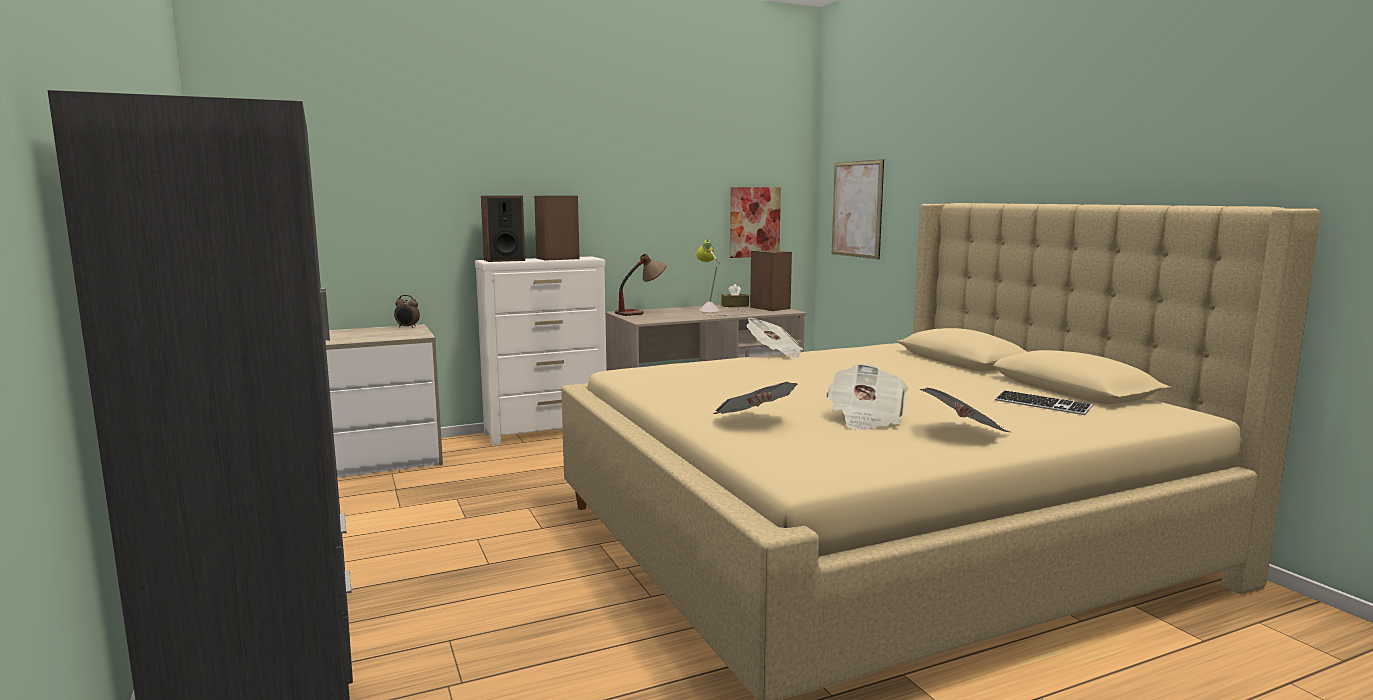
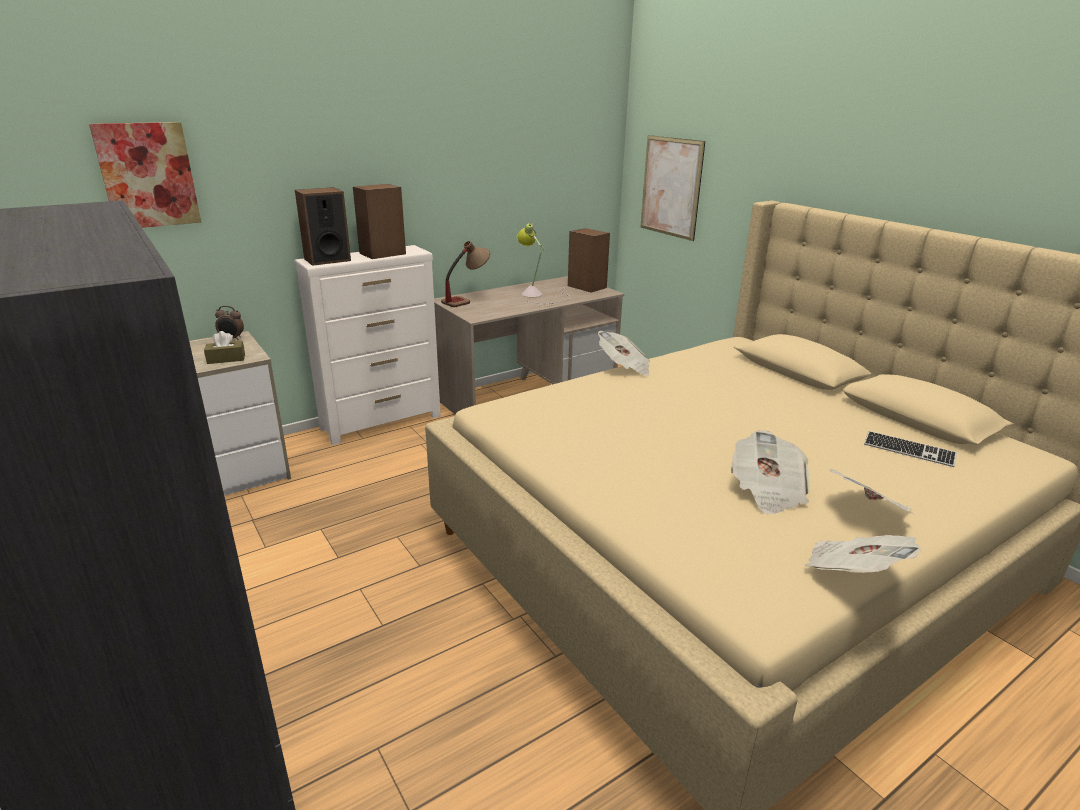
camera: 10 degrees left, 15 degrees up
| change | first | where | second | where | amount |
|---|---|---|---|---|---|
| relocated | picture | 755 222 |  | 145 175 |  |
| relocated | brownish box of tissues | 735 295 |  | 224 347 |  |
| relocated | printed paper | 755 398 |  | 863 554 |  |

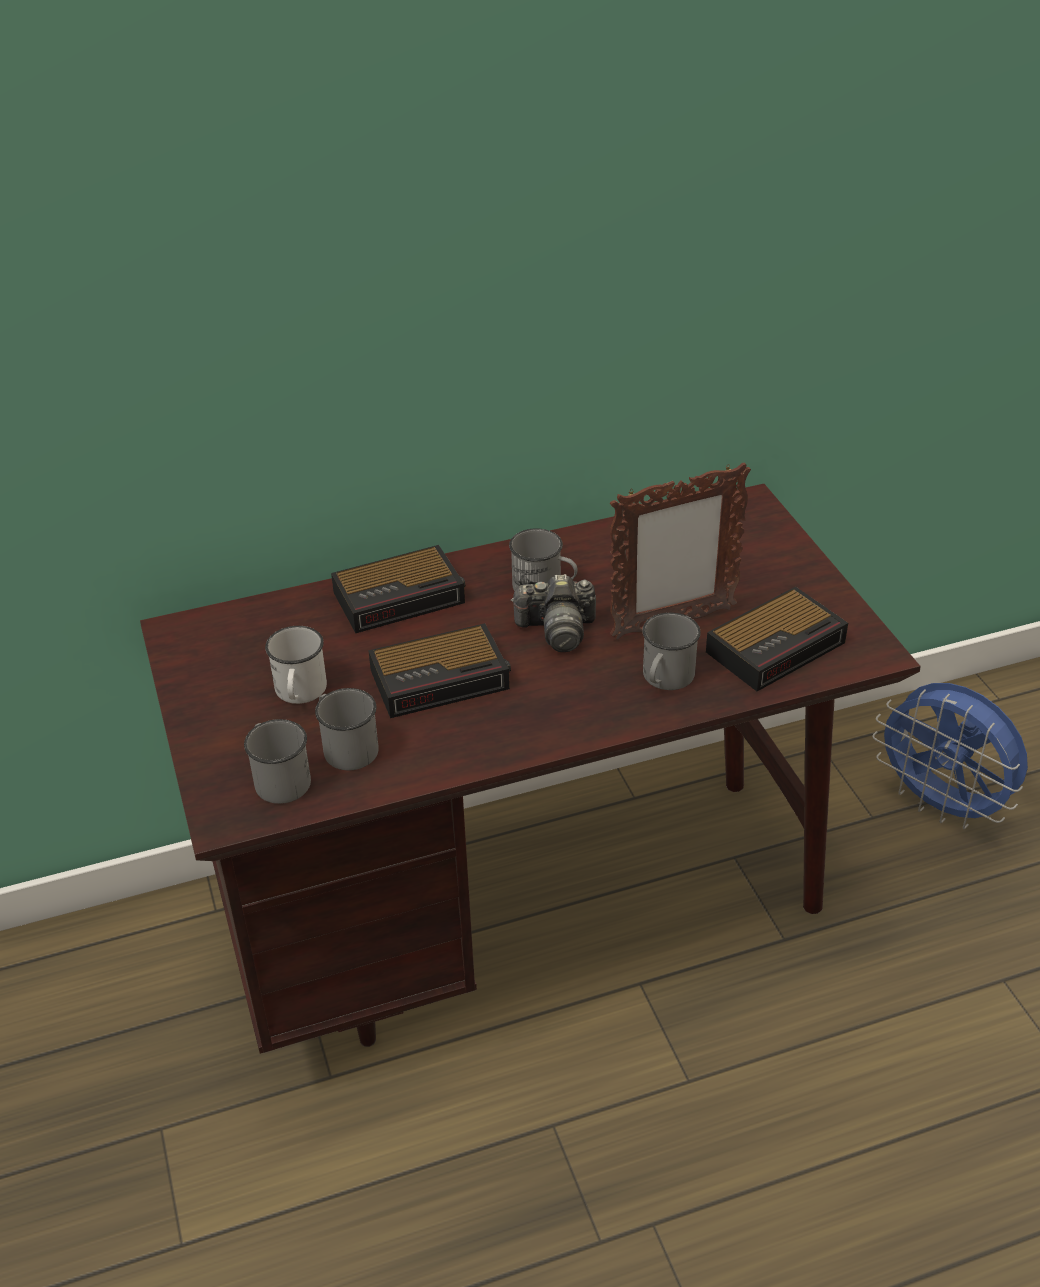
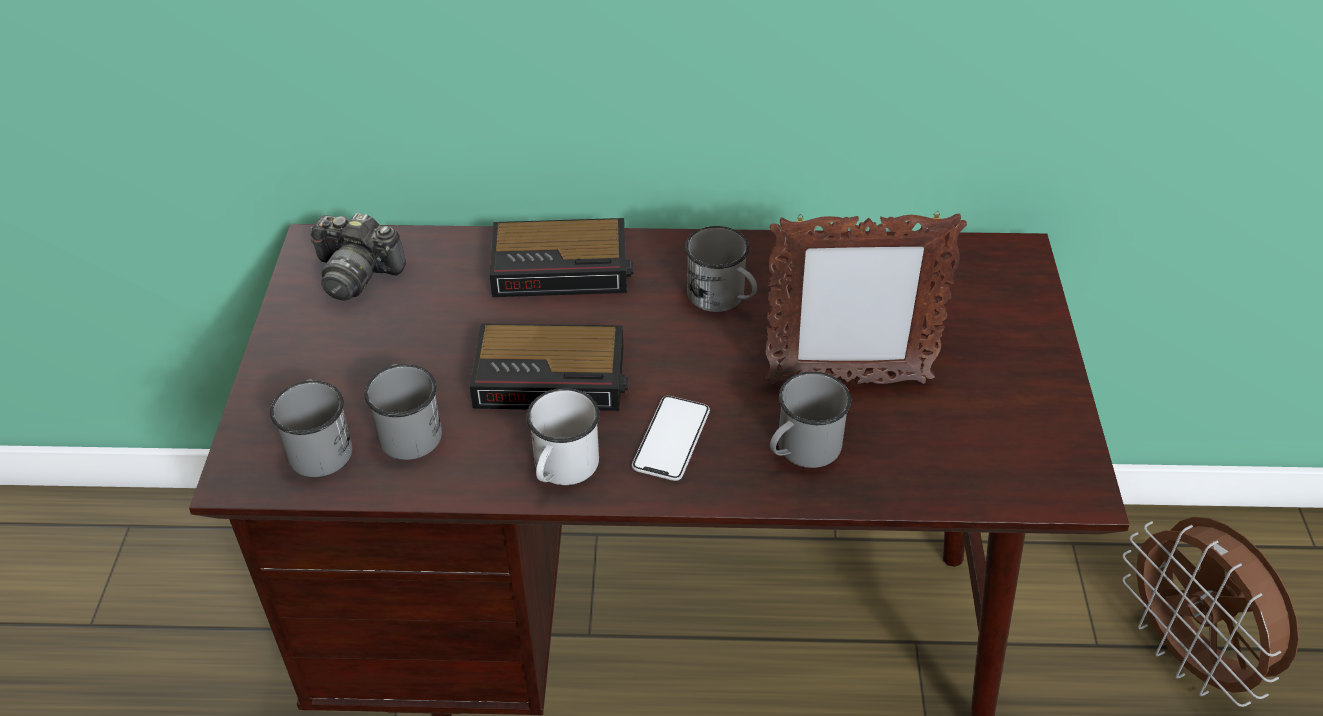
camera: 20 degrees right, 5 degrees up
| change | first | where | second | where | amount |
|---|---|---|---|---|---|
| relocated | photo camera | 553 613 |  | 358 256 |  |
| relocated | white-coloured mug | 296 665 |  | 563 436 |  |
| appeared |  |  | phone | 671 438 |  |
| colour | bluish electric fan | 950 756 | brownish electric fan | 1210 612 |  |
| missing | bedside clock | 777 639 |  |  |  |

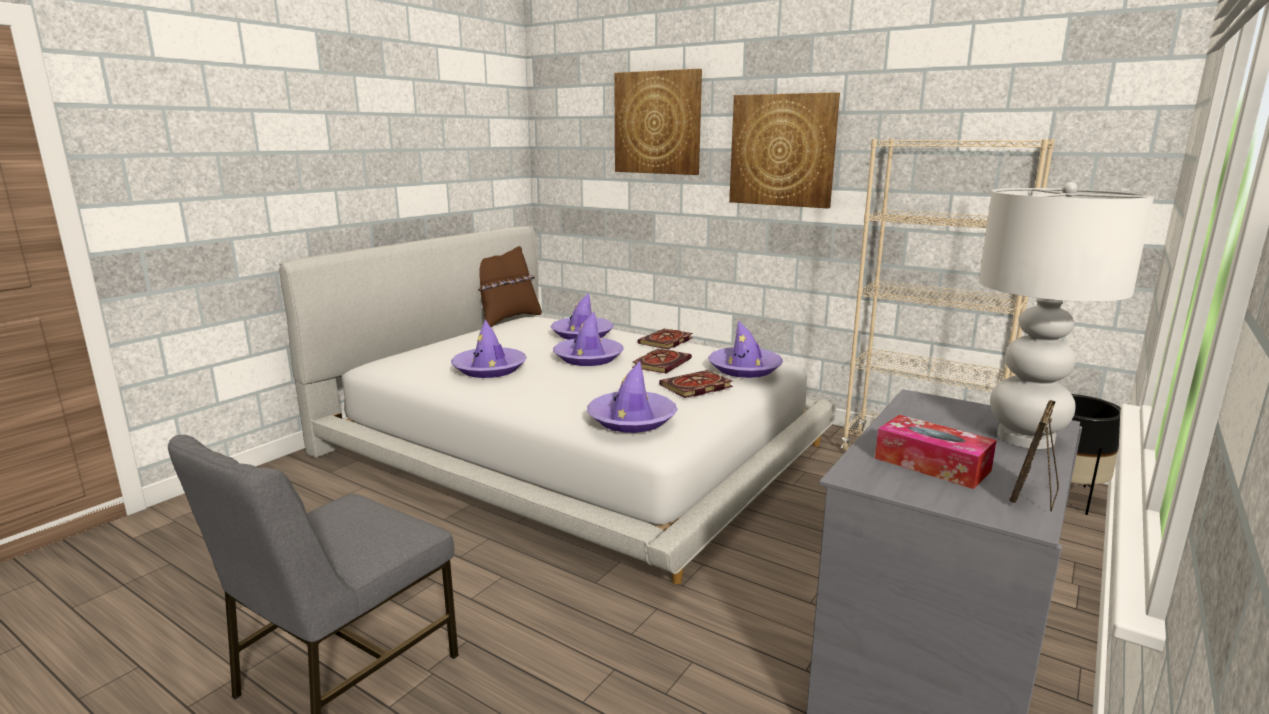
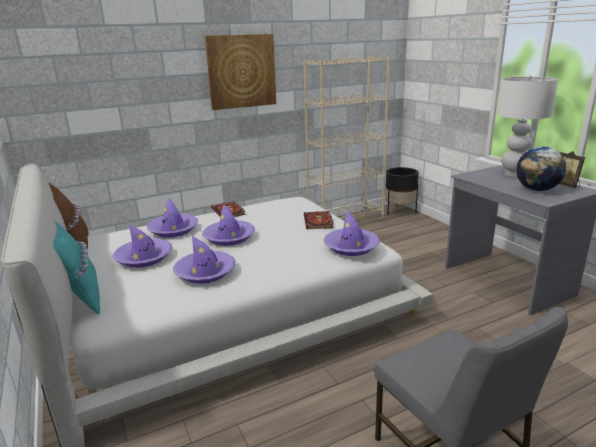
camera: 60 degrees left, 5 degrees up
| change | first | where | second | where | amount |
|---|---|---|---|---|---|
| appeared |  |  | blue-green pillow | 76 268 |  |
| relocated | purple-coloured clothing hat | 745 349 |  | 142 246 |  |
| exchanged | box of tissues | 936 452 | globe | 541 169 |  |
| missing | picture | 658 122 |  |  |  |
| missing | bound book | 662 361 |  |  |  |

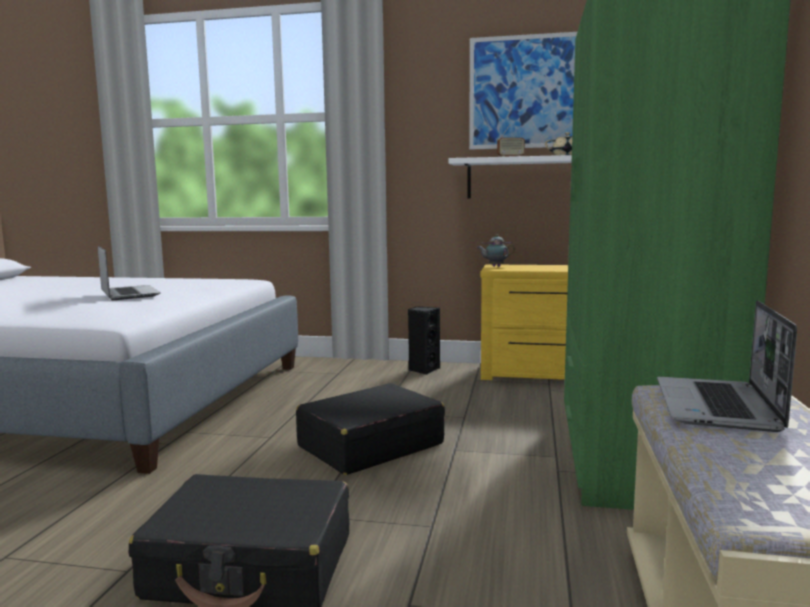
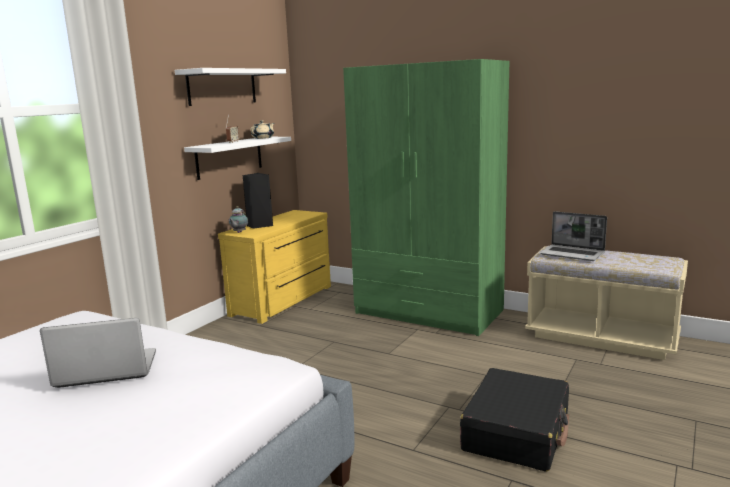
camera: 70 degrees left, 5 degrees up
| change | first | where | second | where | amount |
|---|---|---|---|---|---|
| exchanged | picture | 523 90 | white-coloured bracket shelf | 230 87 |  |
| relocated | black speaker | 424 340 |  | 258 201 |  |
| missing | black piece of luggage | 370 429 |  |  |  |

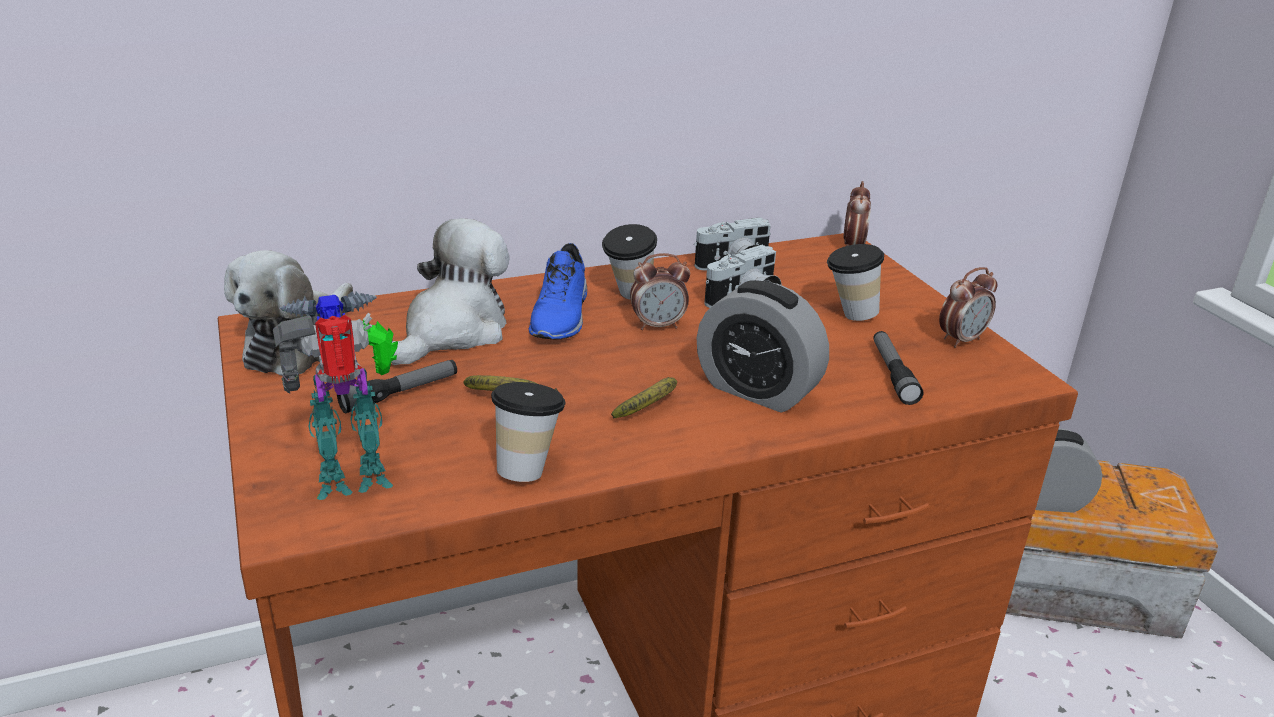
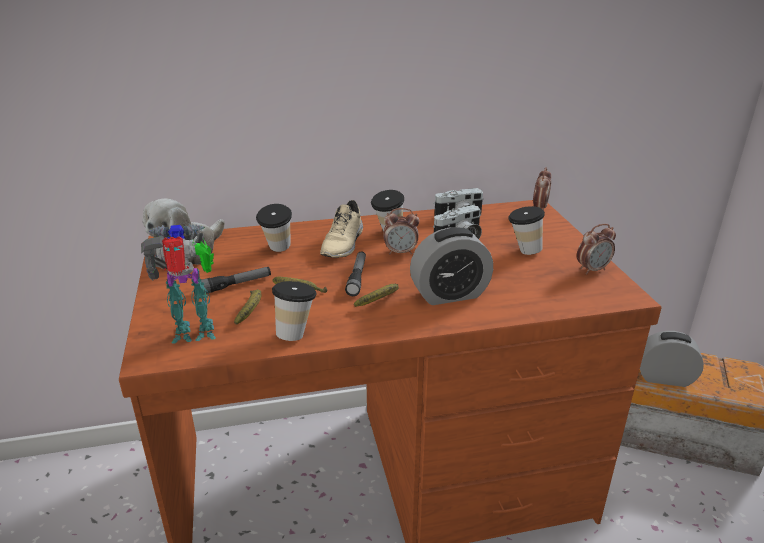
camera: 10 degrees right, 0 degrees up
| change | first | where | second | where | amount |
|---|---|---|---|---|---|
| appeared |  |  | banana fruit | 247 307 |  |
| exchanged | plush toy | 450 291 | drinking cup | 274 228 |  |
| colour | bluish item of footwear | 558 291 | beige-coloured item of footwear | 341 229 |  |
| relocated | hand torch | 898 368 |  | 355 274 |  |
| spun | bedside clock | 763 346 |  | 451 266 | 60 degrees counterclockwise |

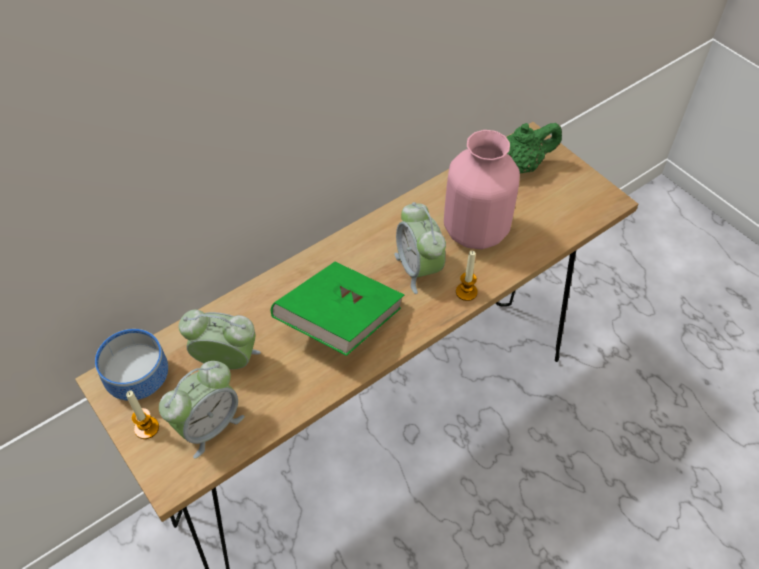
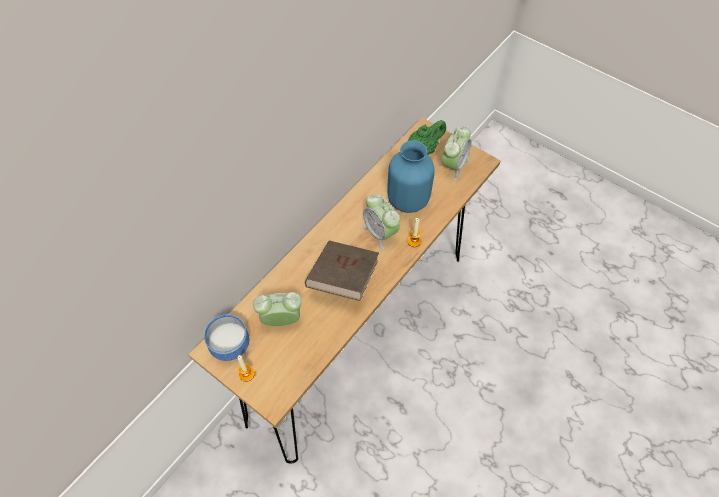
camera: 15 degrees left, 5 degrees up
| change | first | where | second | where | amount |
|---|---|---|---|---|---|
| colour | green-coloured bound book | 337 309 | brownish bound book | 342 271 |  |
| colour | pink-coloured decorative vase | 482 189 | bluish decorative vase | 411 176 |  |
| relocated | bedside clock | 202 409 |  | 456 153 |  |

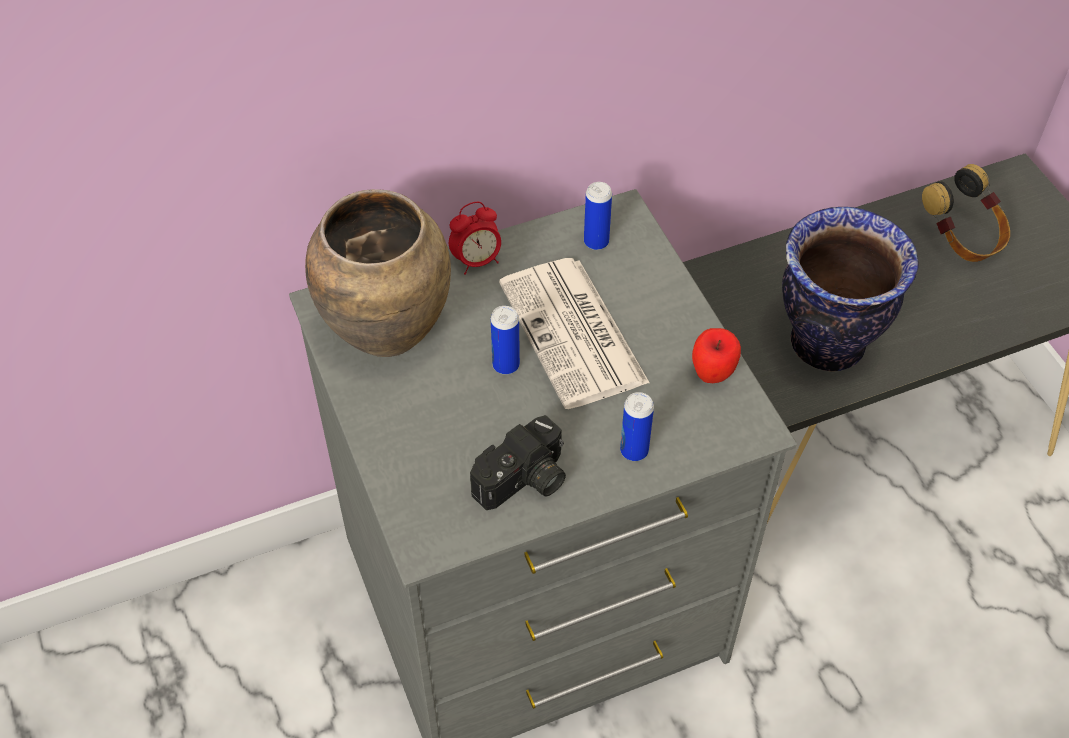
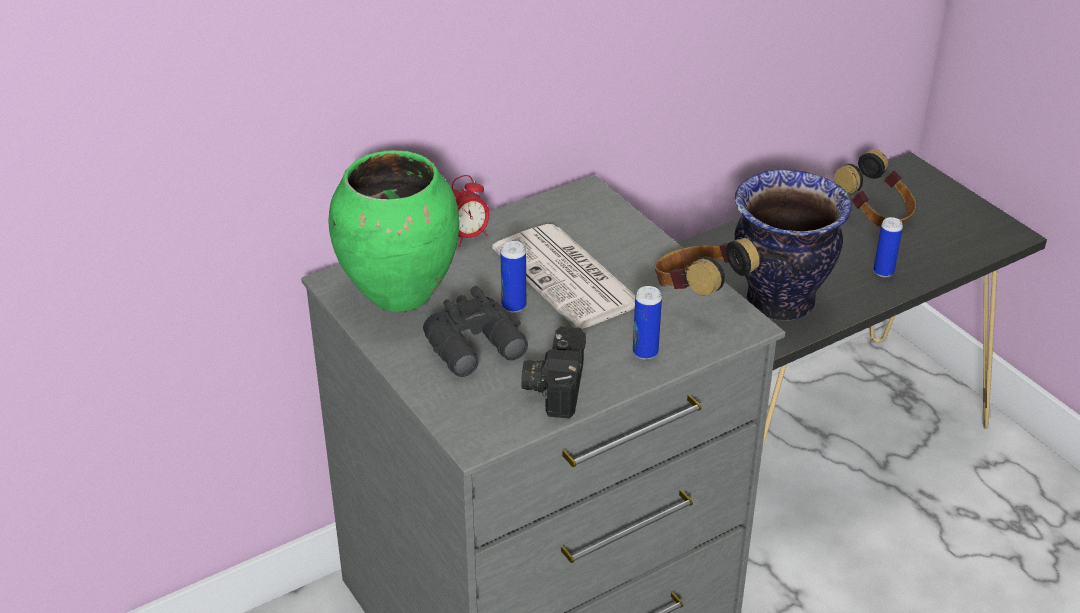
camera: 10 degrees left, 15 degrees down
| change | first | where | second | where | amount |
|---|---|---|---|---|---|
| colour | brownish decorative vase | 378 273 | green-coloured decorative vase | 394 231 |  |
| appeared |  |  | black field glasses | 475 331 |  |
| spun | photo camera | 518 462 |  | 553 372 | 150 degrees clockwise |
| exchanged | apple | 716 355 | headset | 707 266 |  |
| relocated | metal can | 598 216 |  | 888 247 |  |

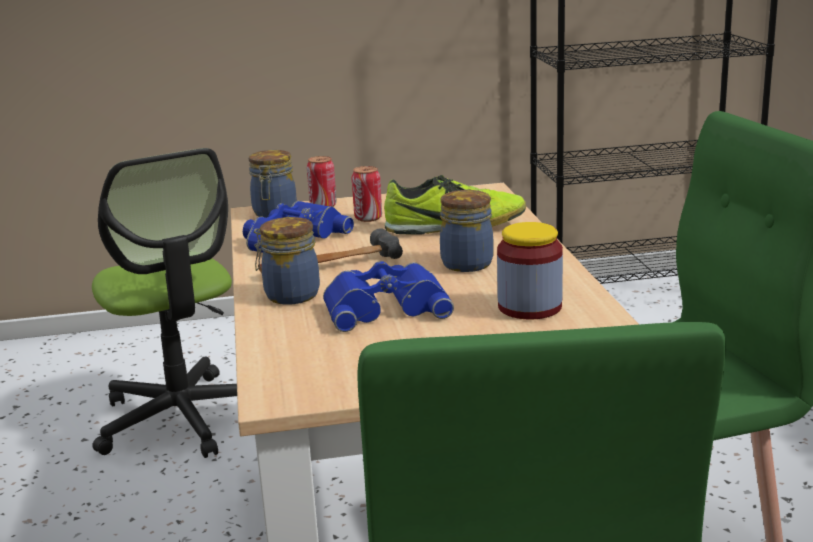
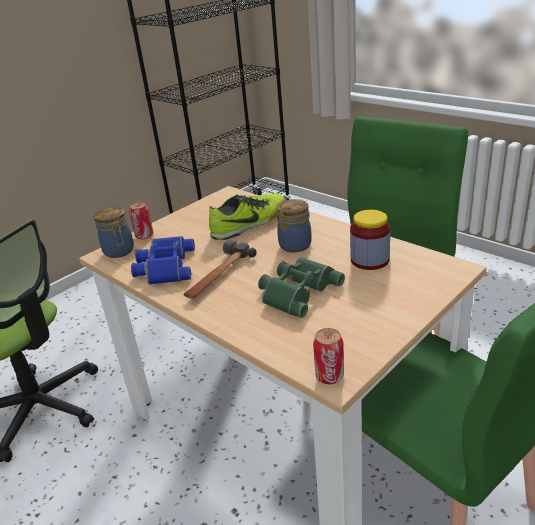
camera: 35 degrees left, 10 degrees up
| change | first | where | second | where | amount |
|---|---|---|---|---|---|
| colour | bluish field glasses | 388 296 | green-coloured field glasses | 301 287 |  |
| relocated | metal can | 367 194 |  | 328 356 |  |
| missing | preserve jar | 287 261 |  |  |  |

